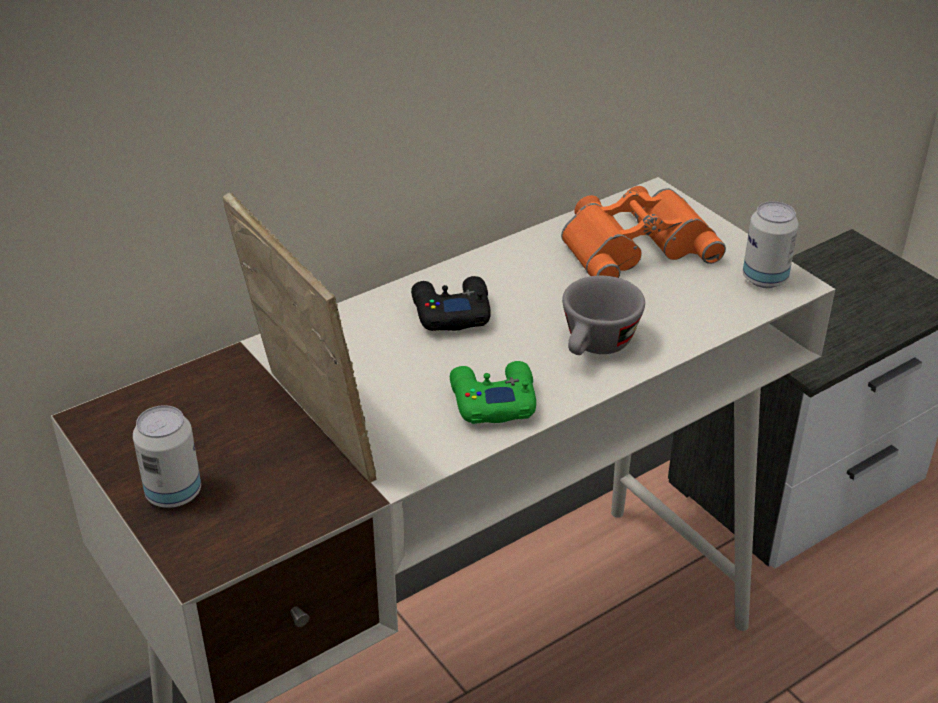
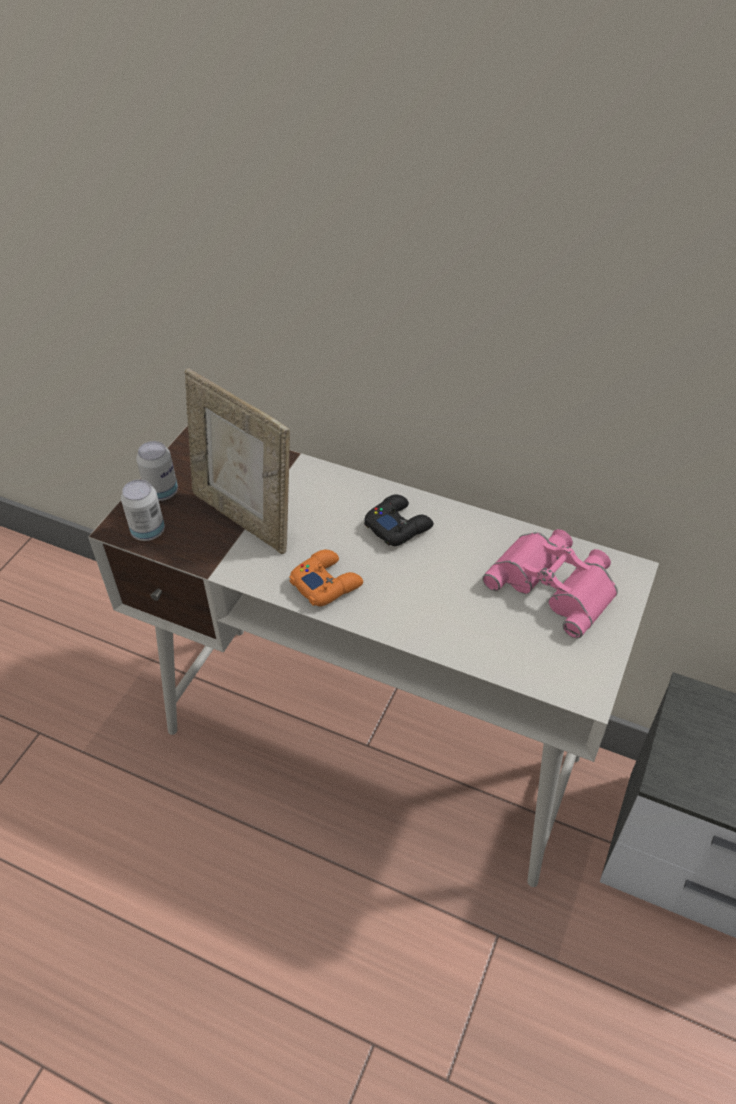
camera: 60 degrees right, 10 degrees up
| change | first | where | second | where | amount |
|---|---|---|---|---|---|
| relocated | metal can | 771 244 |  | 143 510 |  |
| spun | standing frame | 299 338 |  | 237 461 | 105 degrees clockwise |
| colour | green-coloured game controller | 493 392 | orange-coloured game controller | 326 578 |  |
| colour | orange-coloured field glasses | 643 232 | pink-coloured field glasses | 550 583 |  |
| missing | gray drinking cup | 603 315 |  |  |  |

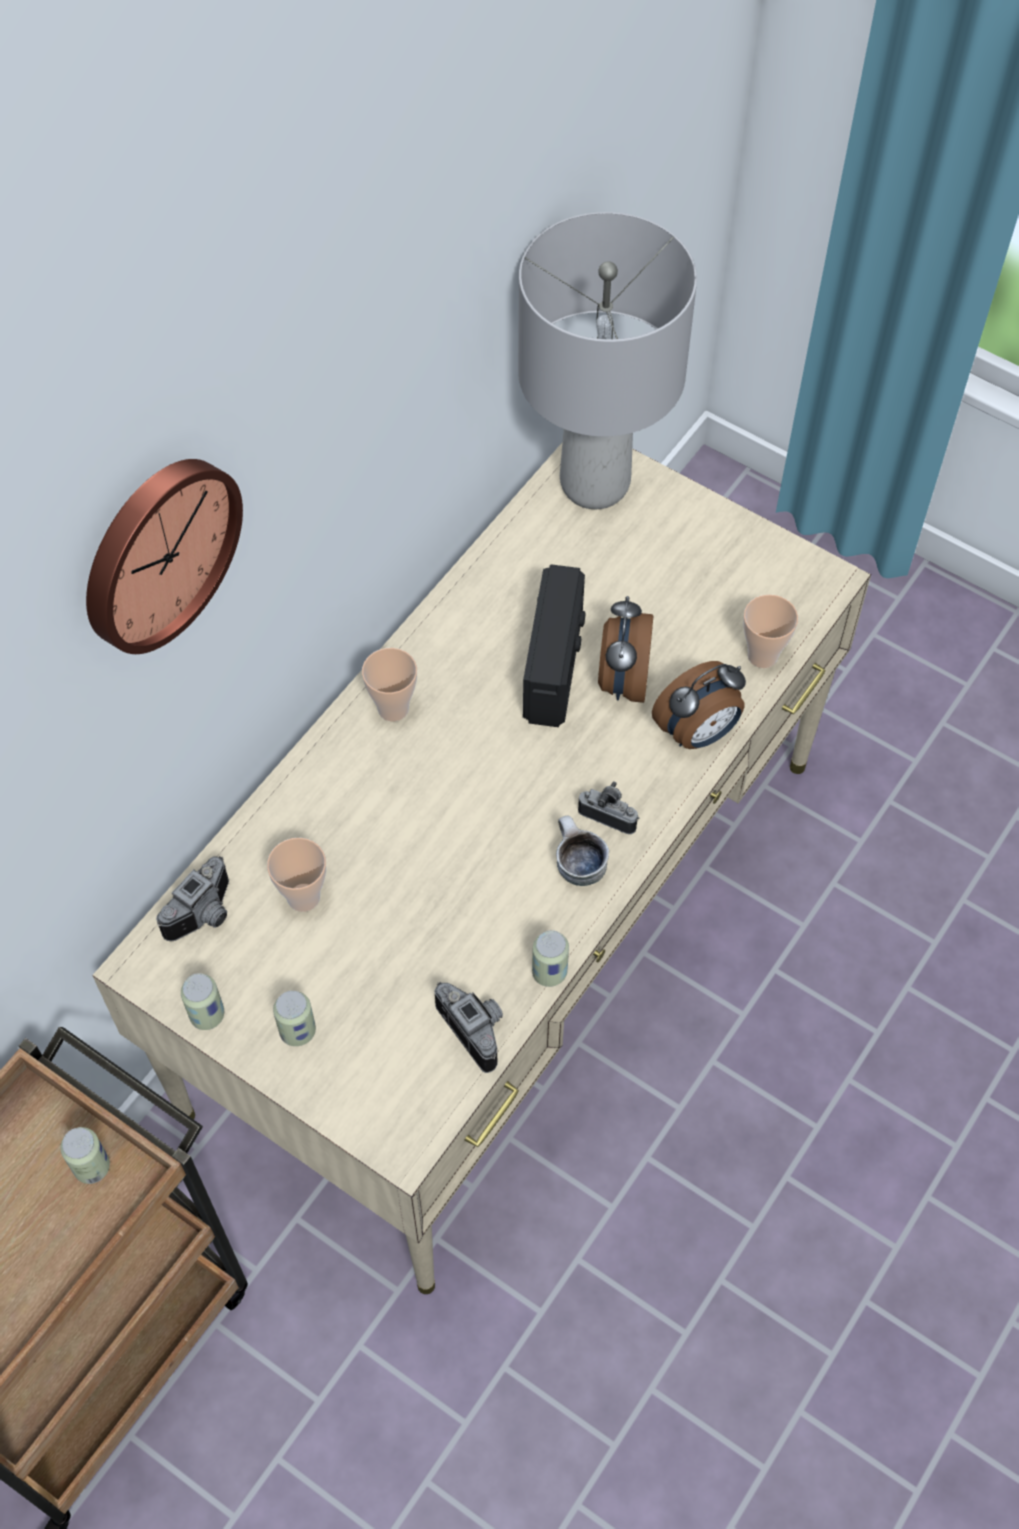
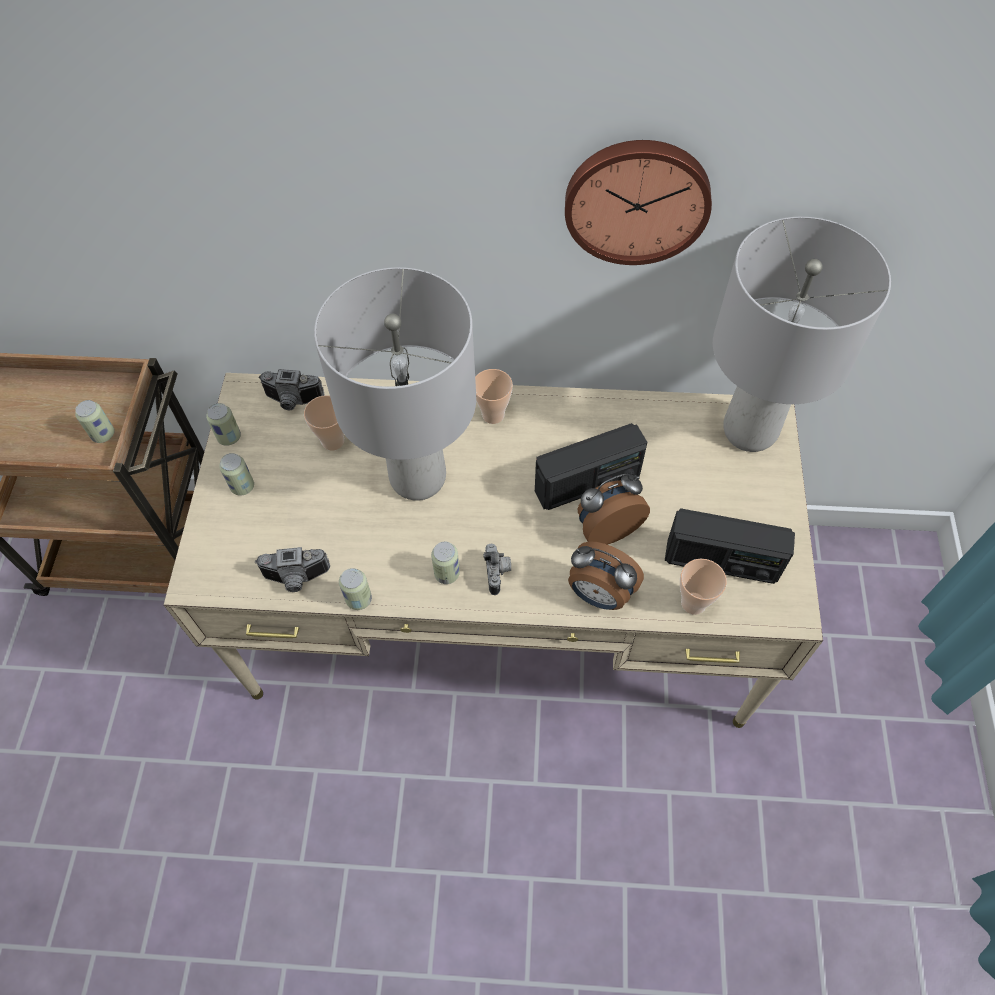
camera: 60 degrees right, 0 degrees up
| change | first | where | second | where | amount |
|---|---|---|---|---|---|
| spun | photo camera | 468 1027 |  | 292 569 | 60 degrees clockwise |
| appeared |  |  | gray tabletop lamp | 395 384 |  |
| exchanged | mug | 582 851 | metal can | 445 562 |  |
| relocated | hanging clock | 164 556 |  | 638 202 |  |
| appeared |  |  | radio receiver | 730 546 |  |

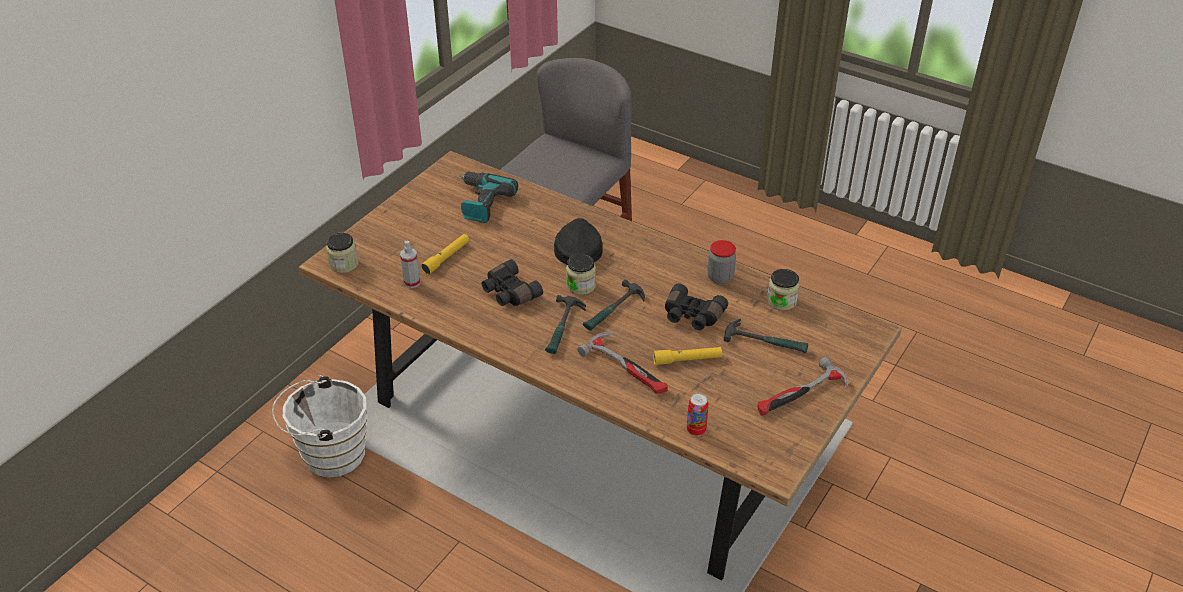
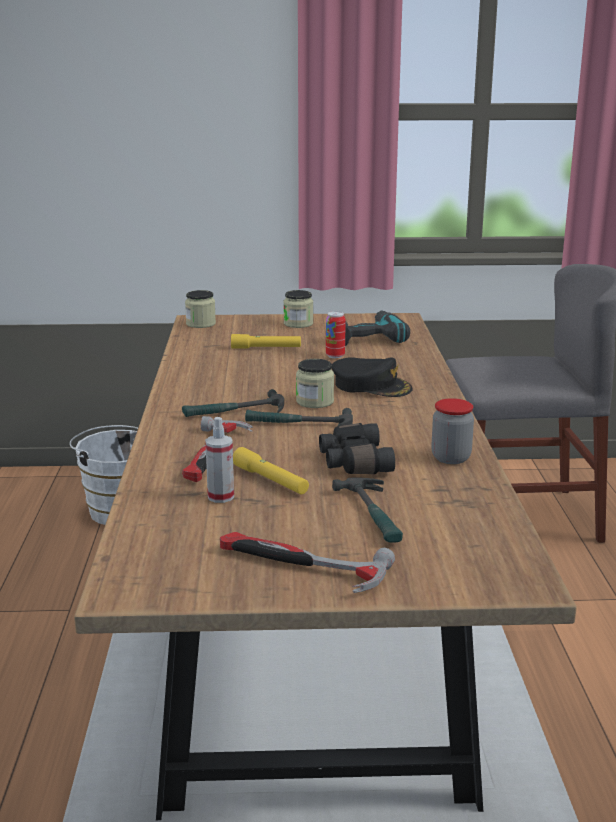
camera: 55 degrees right, 20 degrees down
| change | first | where | second | where | amount |
|---|---|---|---|---|---|
| relocated | spray bottle | 410 264 |  | 219 460 |  |
| relocated | preserve jar | 783 289 |  | 298 309 |  |
| relocated | metal can | 698 414 |  | 336 334 |  |
| spun | black cap | 578 241 |  | 372 377 | 60 degrees clockwise |
| missing | black field glasses | 512 282 |  |  |  |

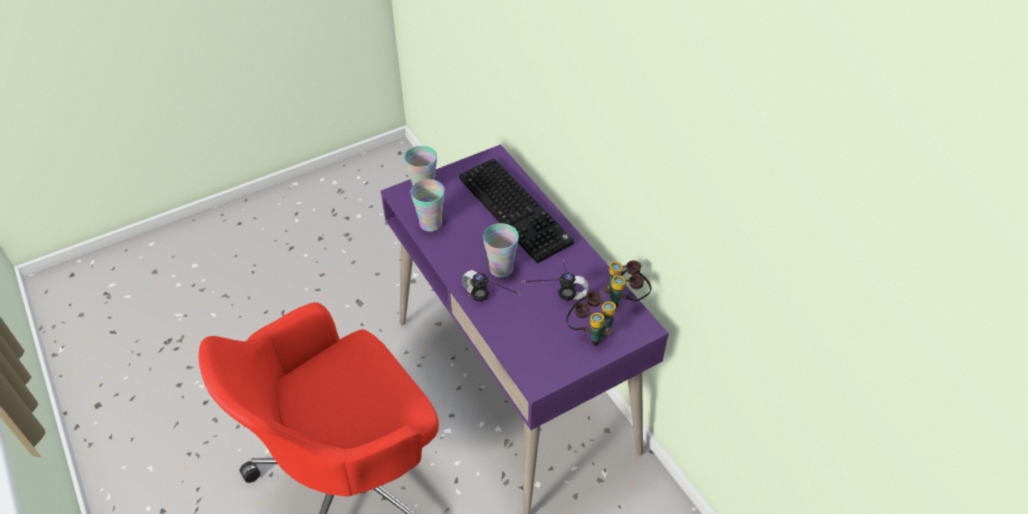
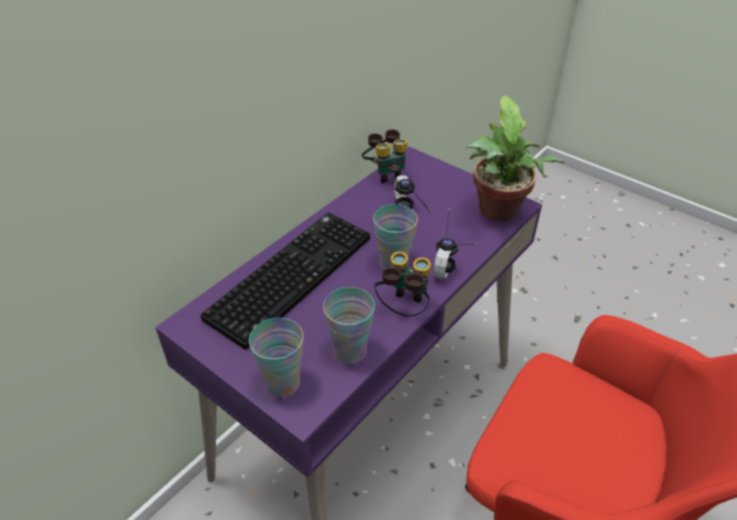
camera: 110 degrees left, 5 degrees down
| change | first | where | second | where | amount |
|---|---|---|---|---|---|
| relocated | field glasses | 591 318 |  | 402 284 |  |
| appeared |  |  | potted plant | 516 158 |  |

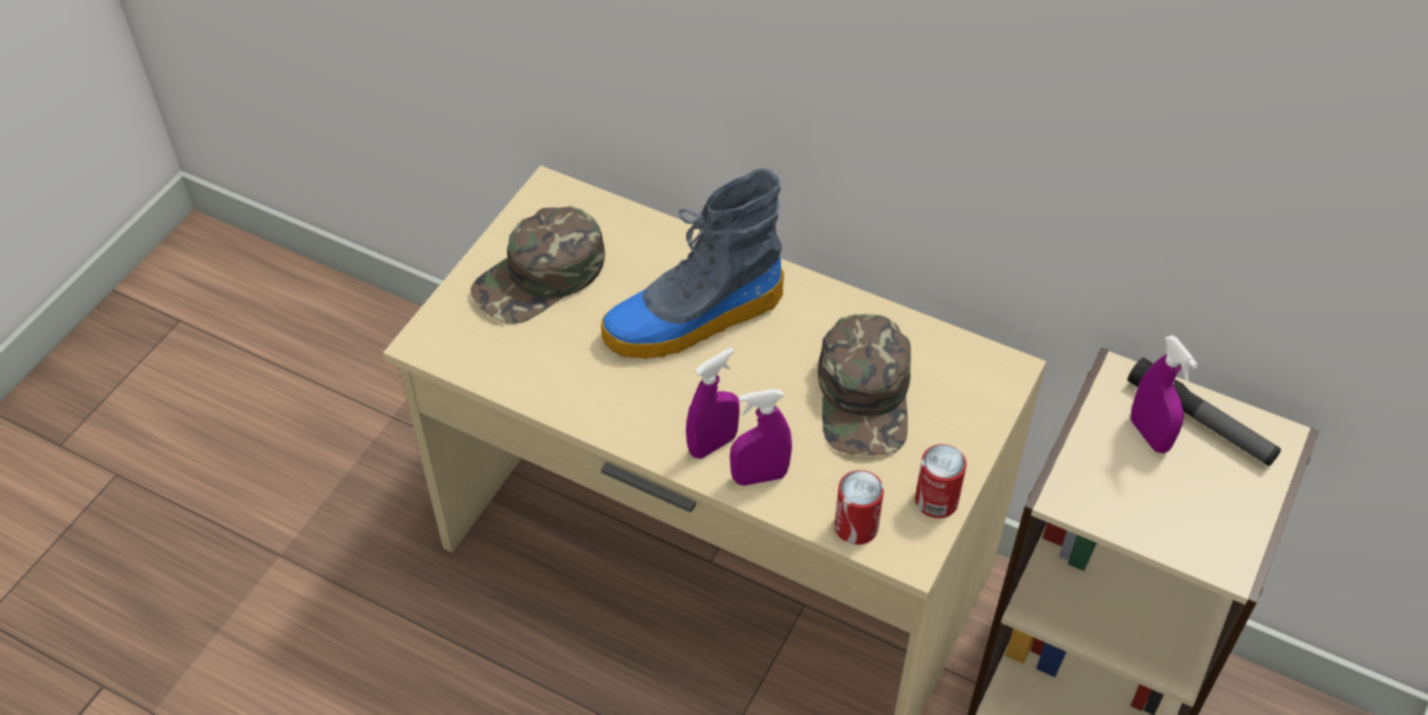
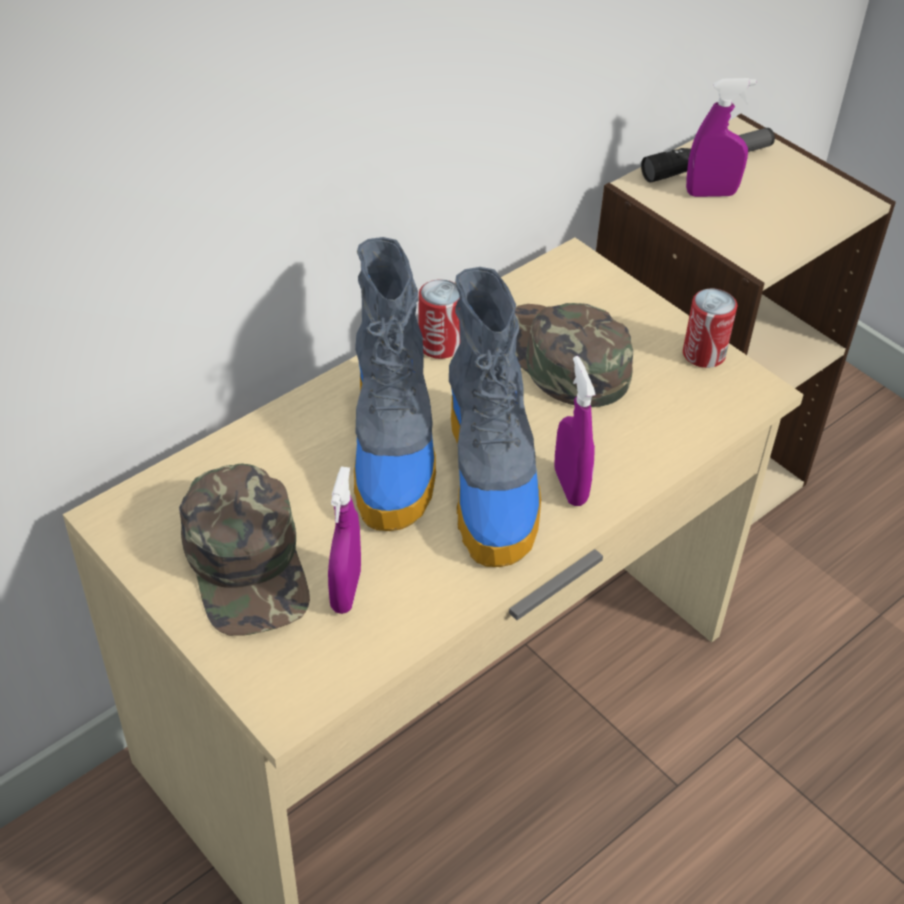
camera: 70 degrees left, 5 degrees down
| change | first | where | second | where | amount |
|---|---|---|---|---|---|
| relocated | purple-coloured spray bottle | 761 437 |  | 344 540 |  |
| relocated | metal can | 859 507 |  | 439 319 |  |
| appeared |  |  | boot | 495 417 |  |
| spun | green-coloured cap | 864 384 |  | 573 355 | 150 degrees counterclockwise |

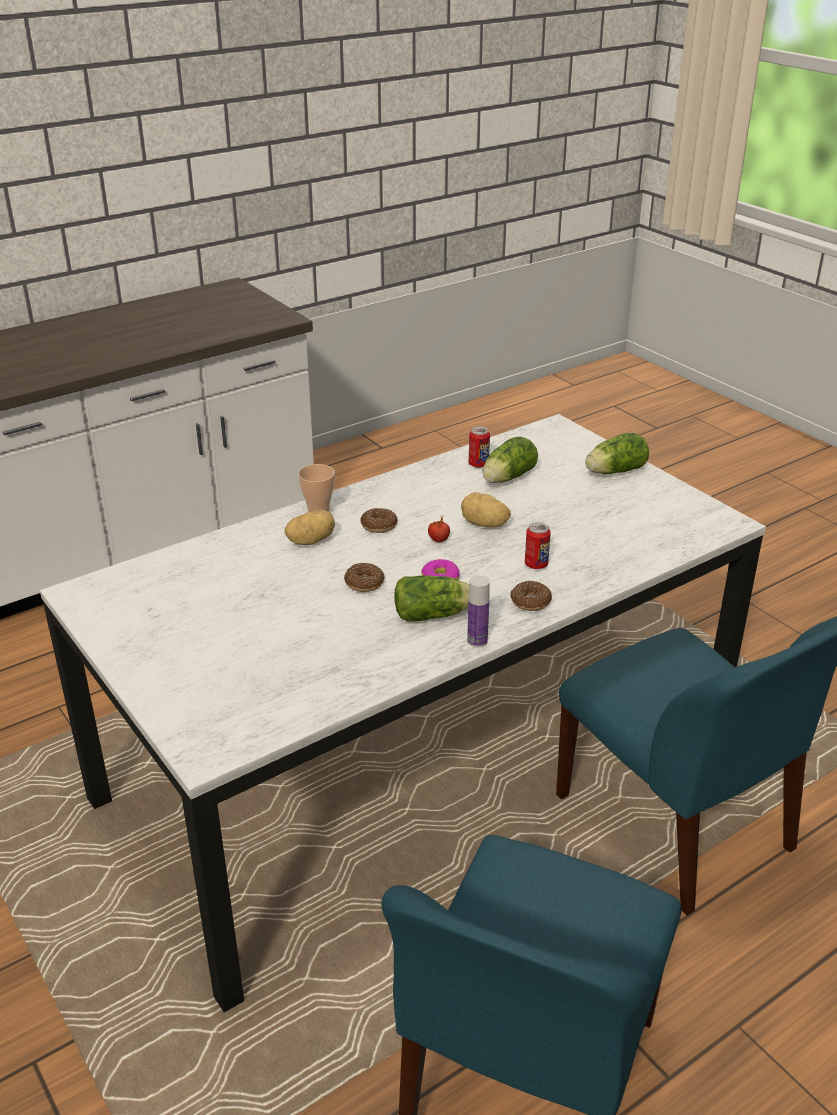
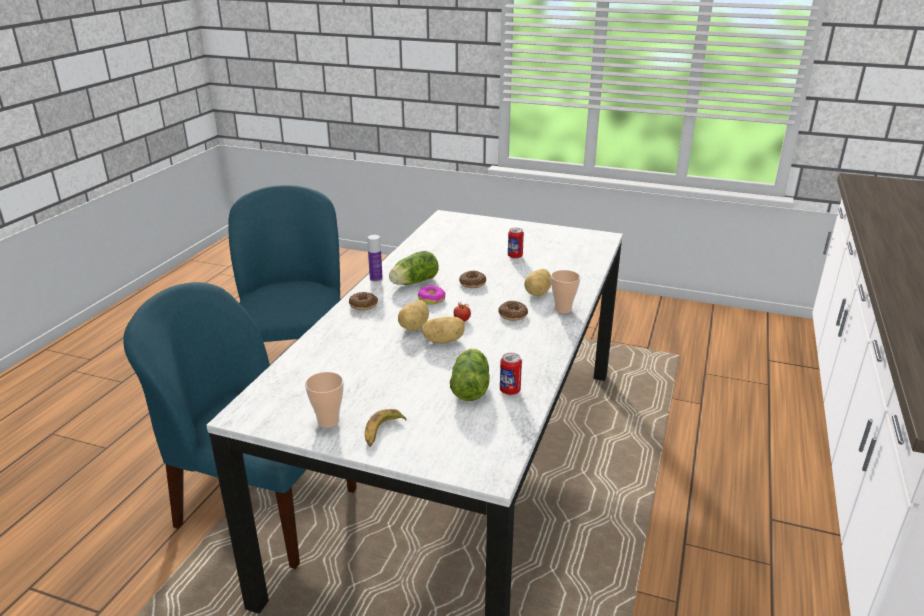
camera: 145 degrees right, 5 degrees down
| change | first | where | second | where | amount |
|---|---|---|---|---|---|
| appeared |  |  | drinking cup | 324 400 |  |
| exchanged | lettuce | 617 453 | banana fruit | 386 428 |  |
| appeared |  |  | potato | 413 315 |  |
| relocated | metal can | 538 545 |  | 516 243 |  |

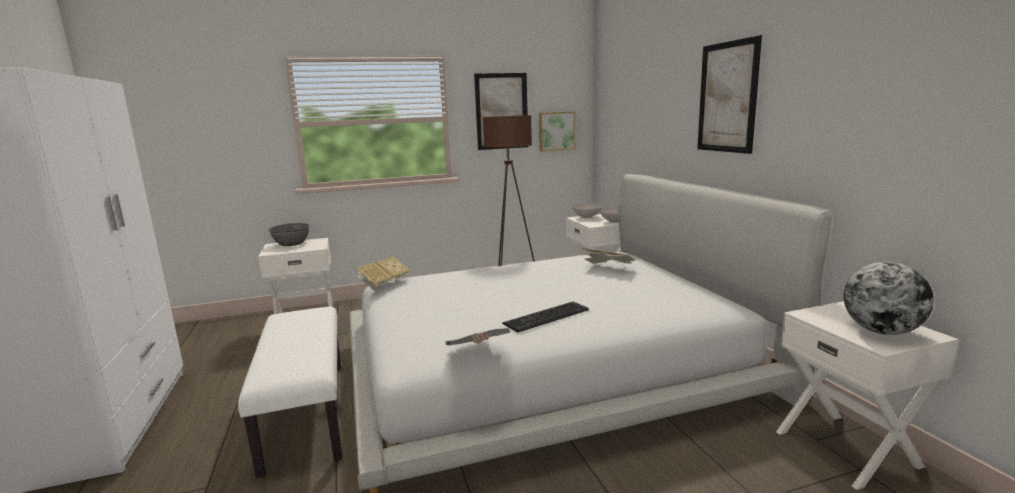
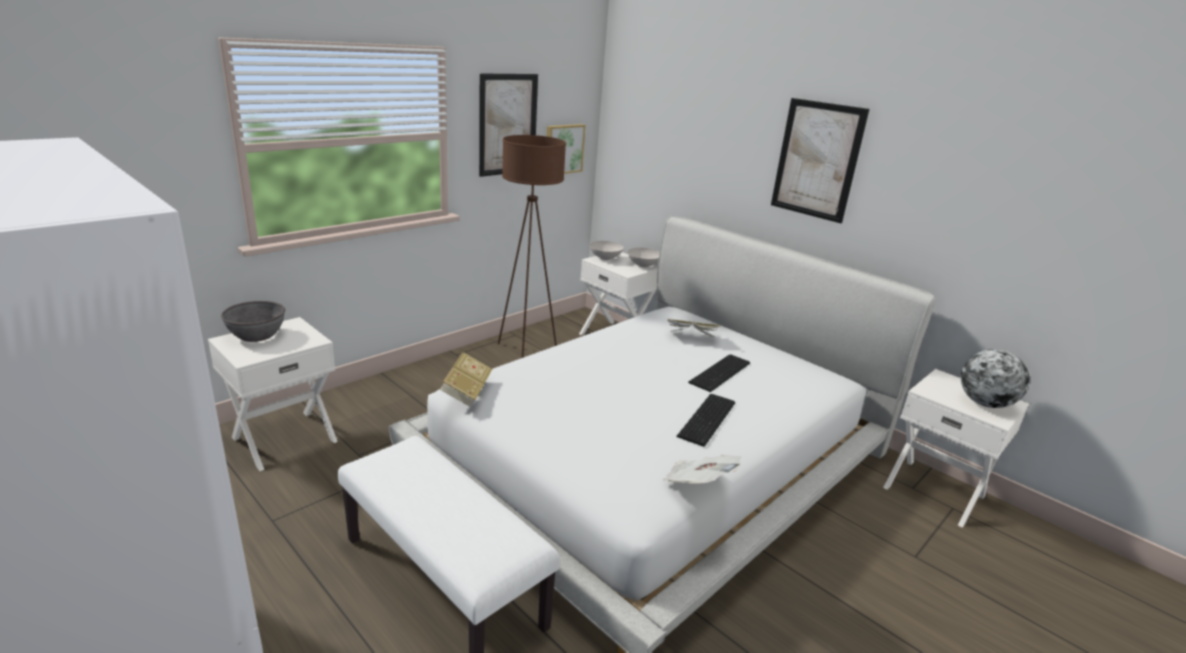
camera: 30 degrees left, 10 degrees up
| change | first | where | second | where | amount |
|---|---|---|---|---|---|
| appeared |  |  | computer keyboard | 719 373 |  |

